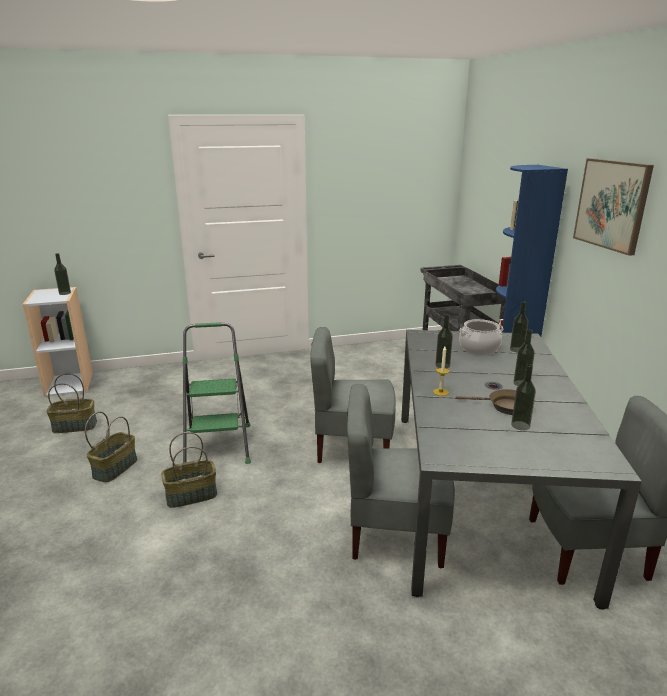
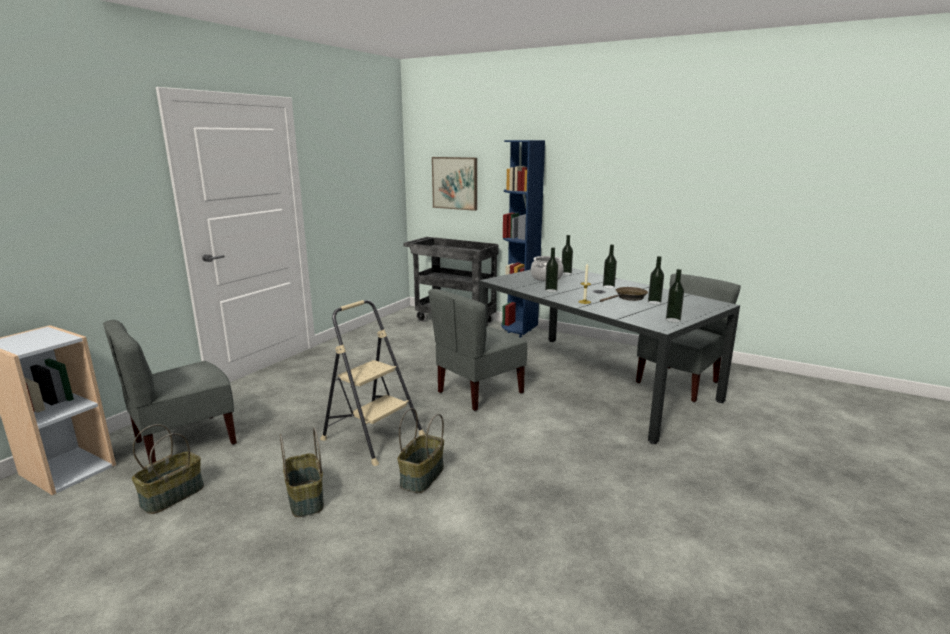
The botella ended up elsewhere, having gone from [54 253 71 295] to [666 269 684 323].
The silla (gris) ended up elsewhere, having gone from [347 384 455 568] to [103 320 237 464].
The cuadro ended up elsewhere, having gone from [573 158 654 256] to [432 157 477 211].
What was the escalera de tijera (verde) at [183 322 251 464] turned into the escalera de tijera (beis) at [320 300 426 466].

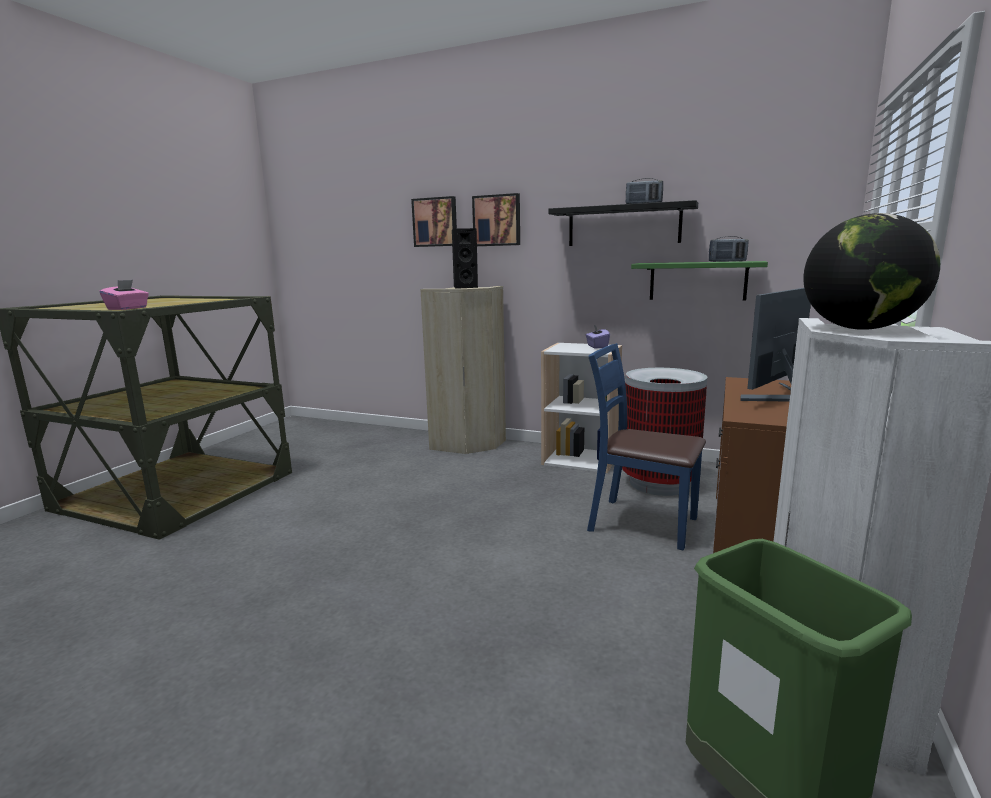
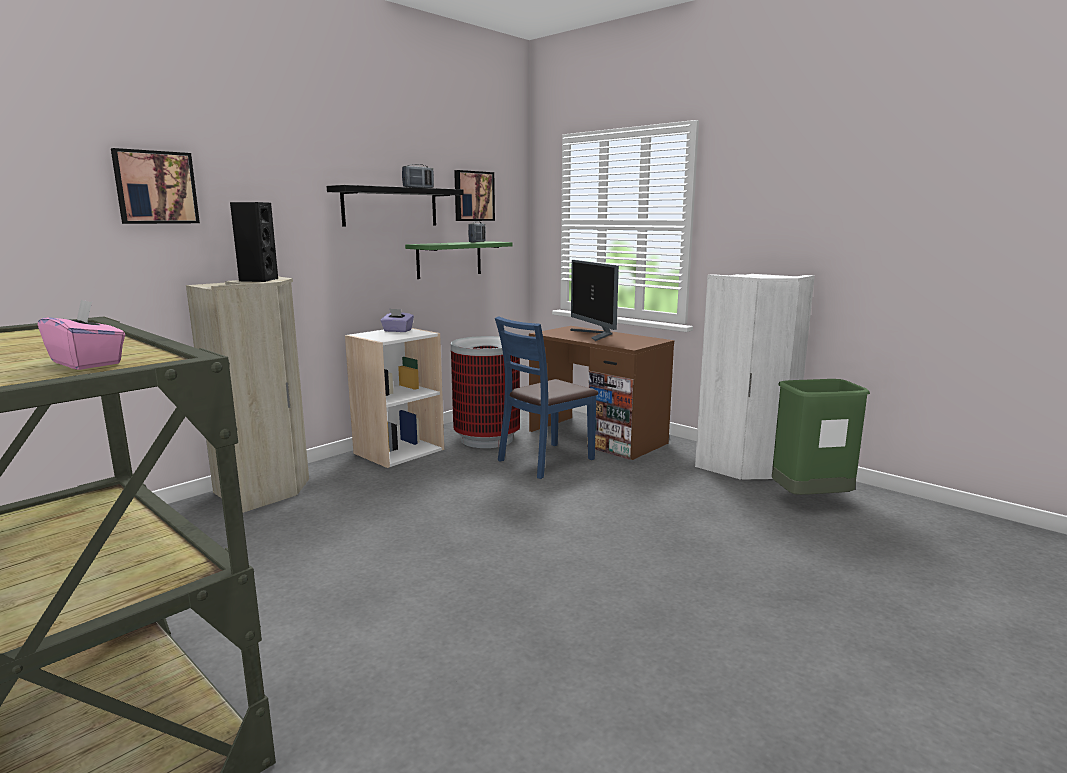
The second view lost the globo terráqueo at [803 213 940 330].
The cuadro ended up elsewhere, having gone from [472 193 520 246] to [454 170 495 221].

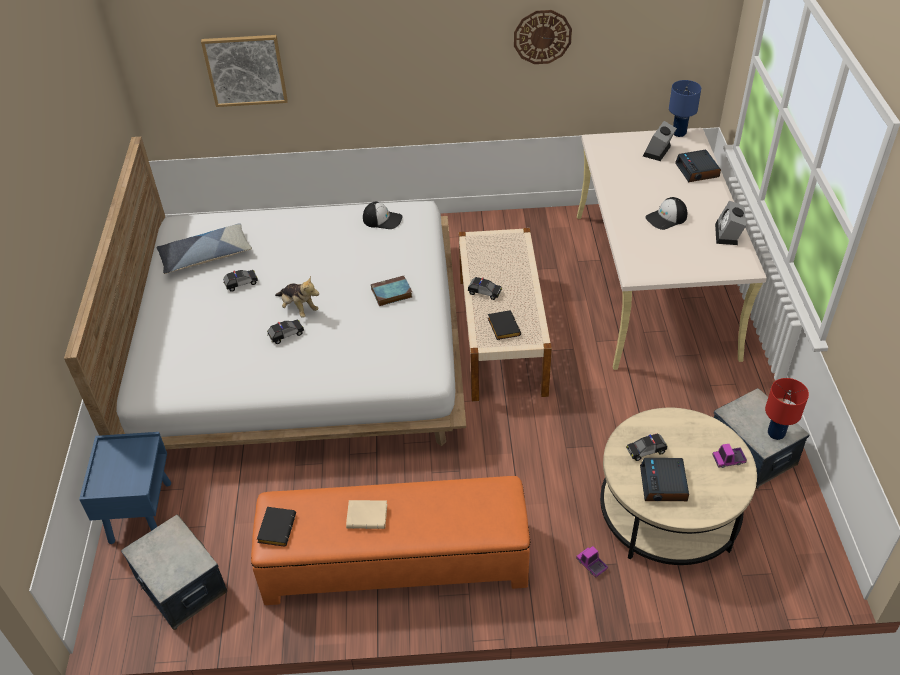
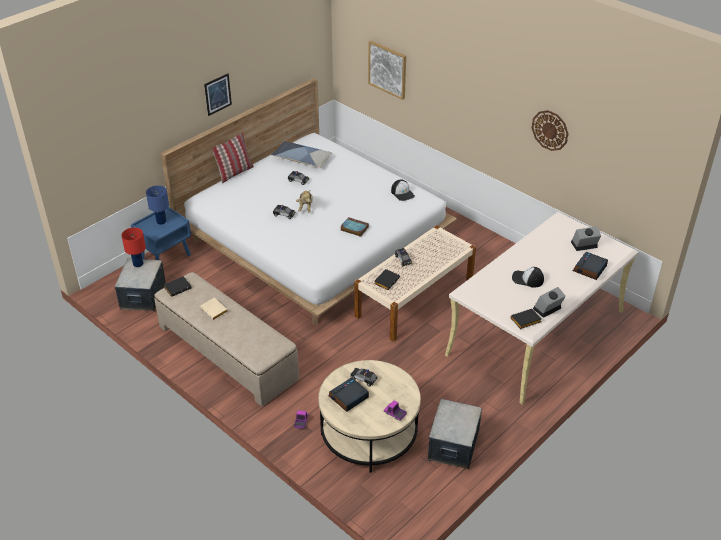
The second view gained the cuadro at [204 73 232 116].
The second view gained the cojín at [213 133 254 183].
The second view gained the libro (negro) at [511 309 541 329].
The lámpara de mesa (azul) ended up elsewhere, having gone from [669 80 701 137] to [146 185 169 225].
The lámpara de mesa (rojo) ended up elsewhere, having gone from [765 378 809 440] to [121 228 146 267].
What was the banco (naranja) at [251 476 530 605] turned into the banco (beis) at [154 272 299 406].

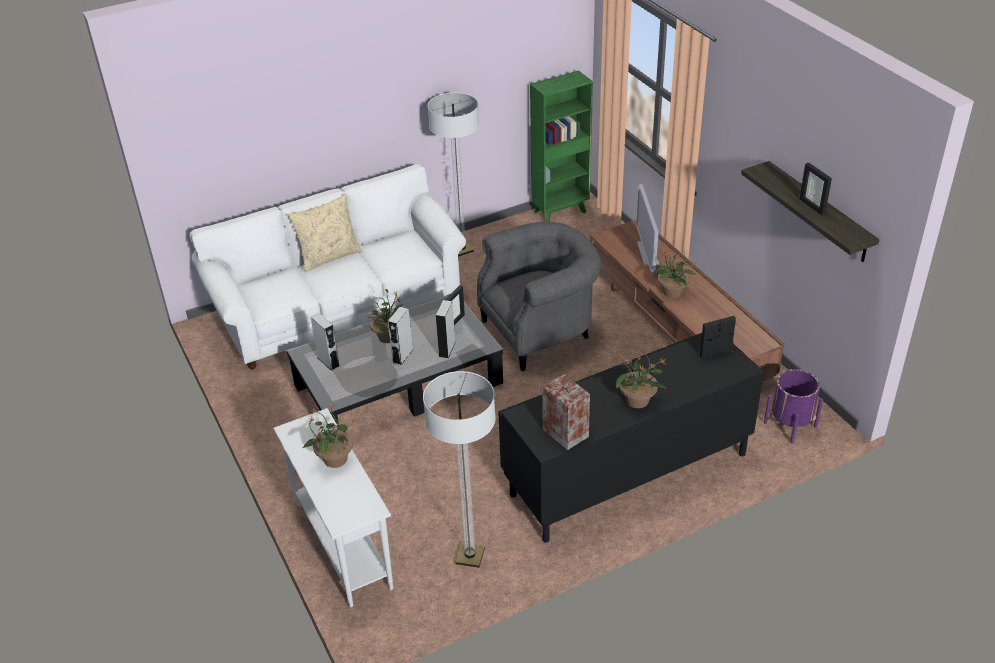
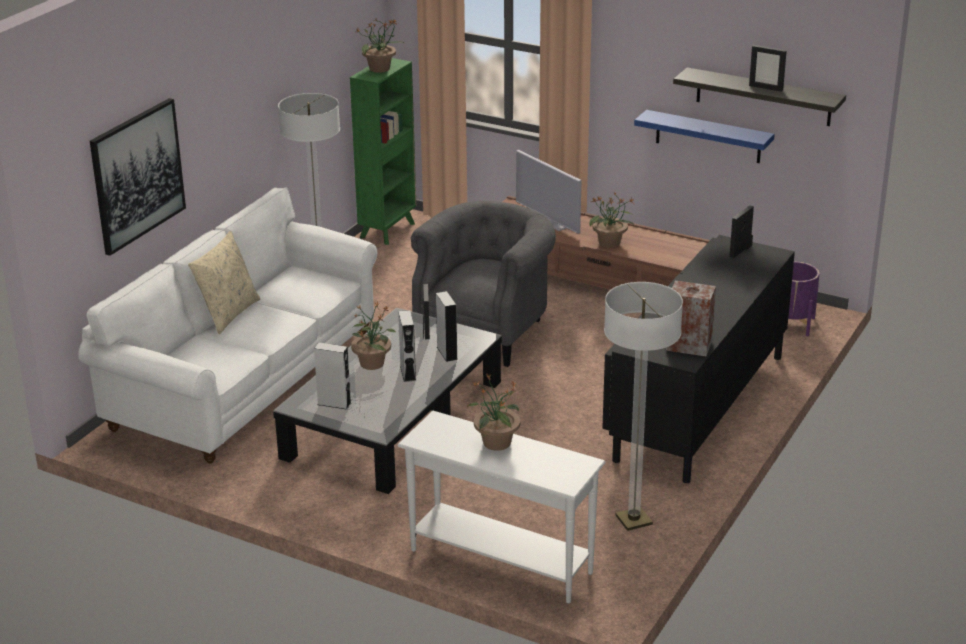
The second view gained the cuadro at [90 98 186 256].
The second view gained the estante (azul) at [634 110 775 163].
The planta en maceta ended up elsewhere, having gone from [616 350 666 408] to [355 18 404 73].

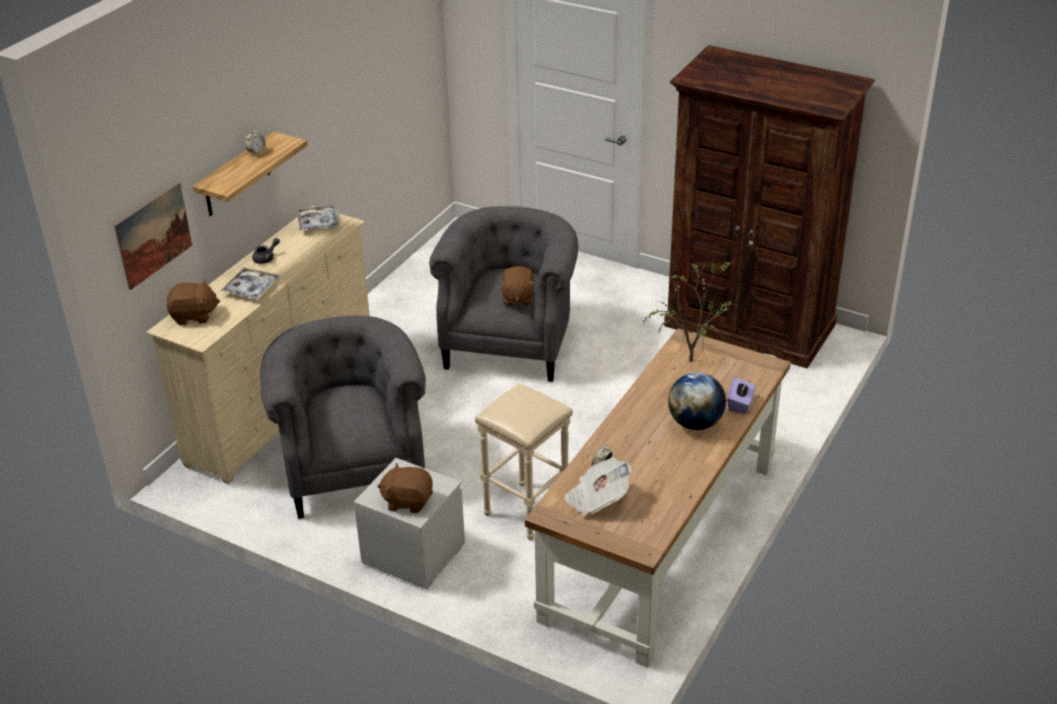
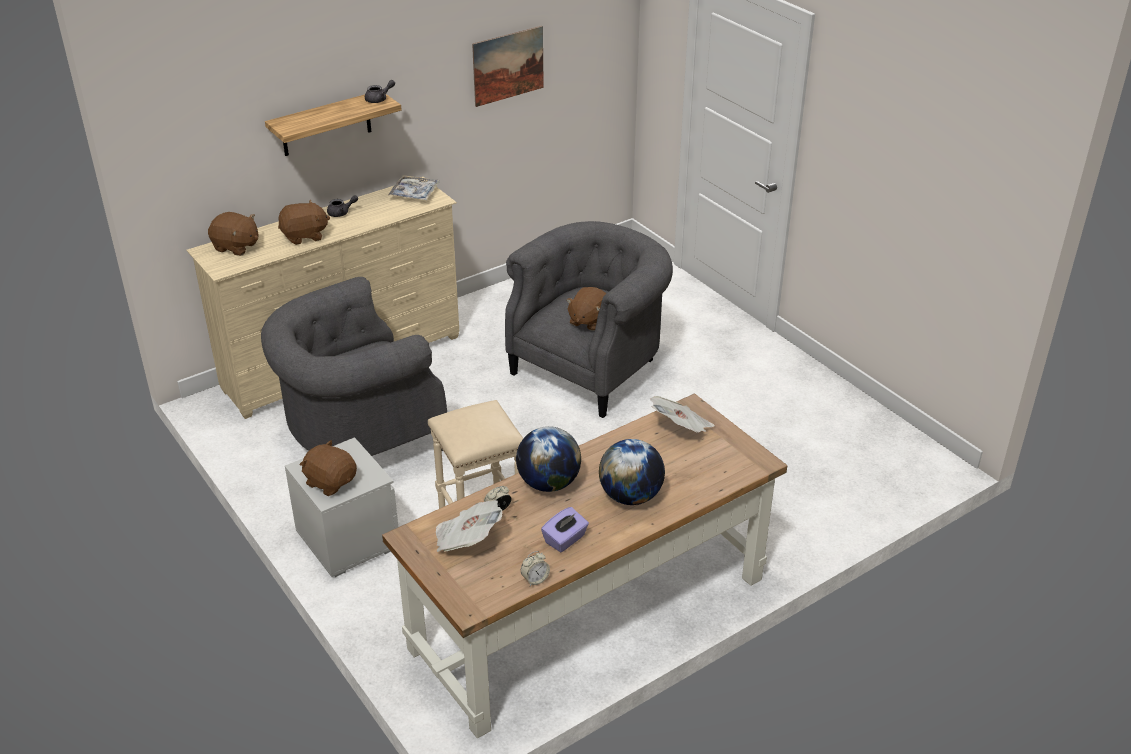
The second view lost the armario ropero (marrón) at [664 45 875 368].
The second view gained the tetera (gris) at [365 80 395 103].
The second view gained the globo terráqueo at [516 426 581 492].
The cuadro ended up elsewhere, having gone from [114 182 192 290] to [472 26 544 107].
The despertador ended up elsewhere, having gone from [245 128 266 155] to [521 551 550 586].
The caja de pañuelos (morado) ended up elsewhere, having gone from [728 377 755 414] to [541 507 589 552].
Where the bandeja stood at [221 267 280 299], the peluche (marrón) came to stand at [278 199 330 245].
Where the planta en maceta stood at [642 261 744 362], the periódico came to stand at [650 396 715 433].
The sillón (gris) at [260 316 426 519] ended up facing another way, 135 degrees counterclockwise from before.

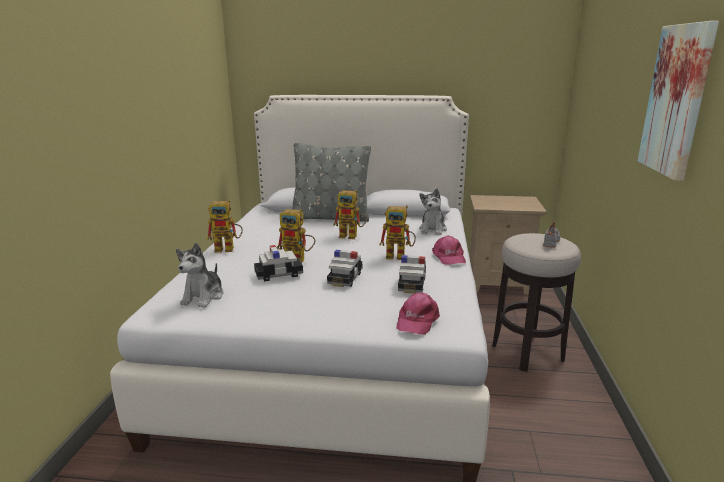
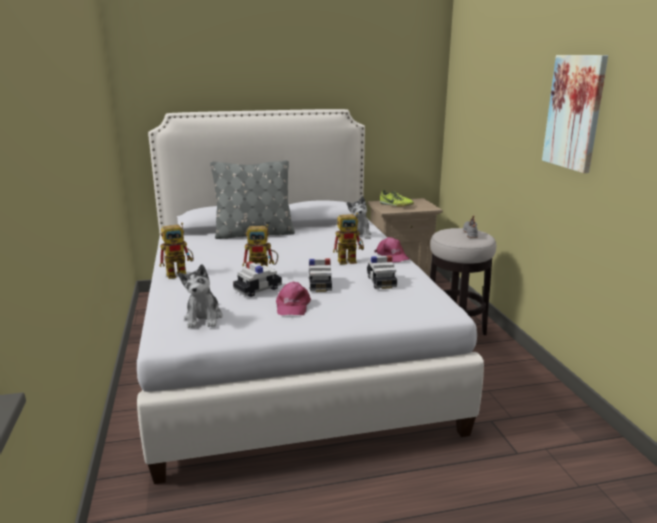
The second view lost the robot de juguete at [333 190 367 239].
The second view gained the zapato at [380 190 414 206].
The gorra (rosa) ended up elsewhere, having gone from [396 292 440 335] to [276 282 311 315].

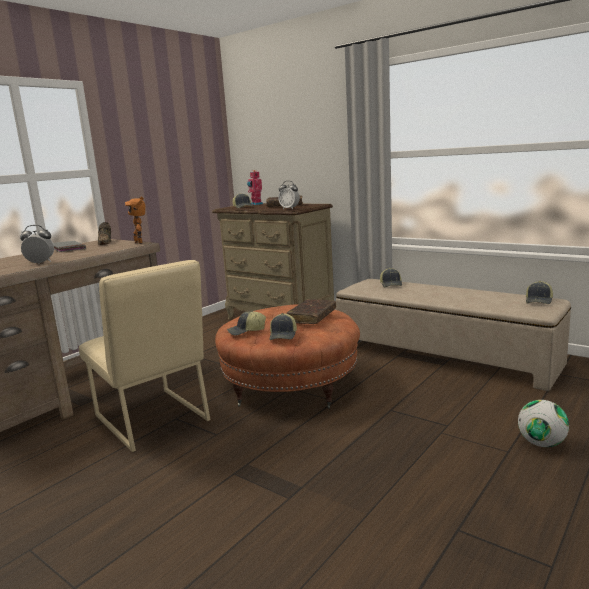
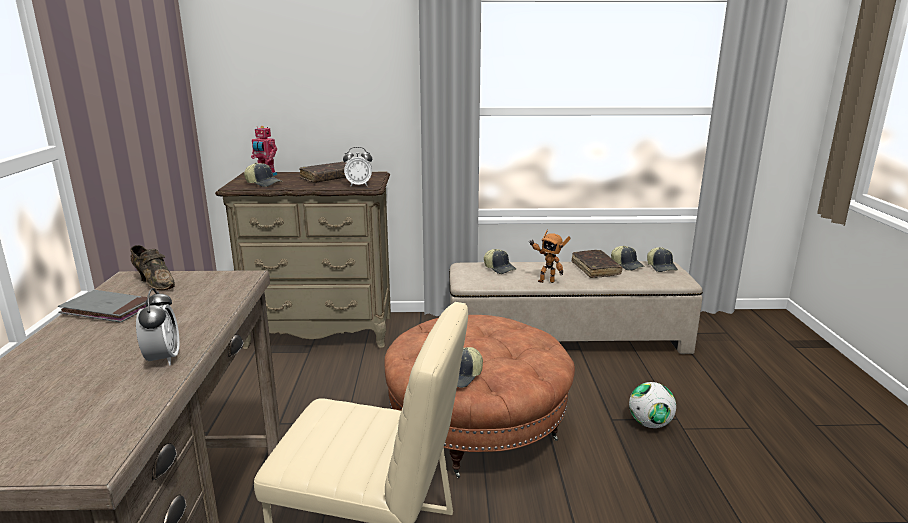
The robot de juguete ended up elsewhere, having gone from [125 197 145 244] to [529 230 571 283].
The gorra ended up elsewhere, having gone from [269 313 297 340] to [611 246 645 271].
The libro (marrón) ended up elsewhere, having gone from [286 299 336 324] to [572 250 622 278].
The balón de fútbol ended up elsewhere, having gone from [518 400 569 447] to [629 382 676 428].
The despertador at [20 225 54 264] ended up facing another way, 120 degrees clockwise from before.

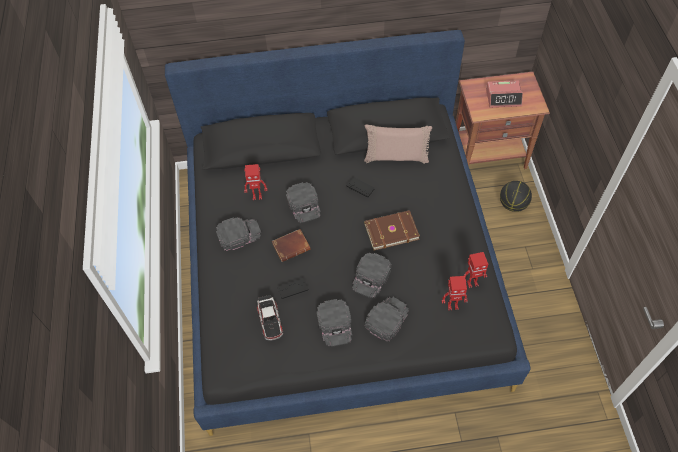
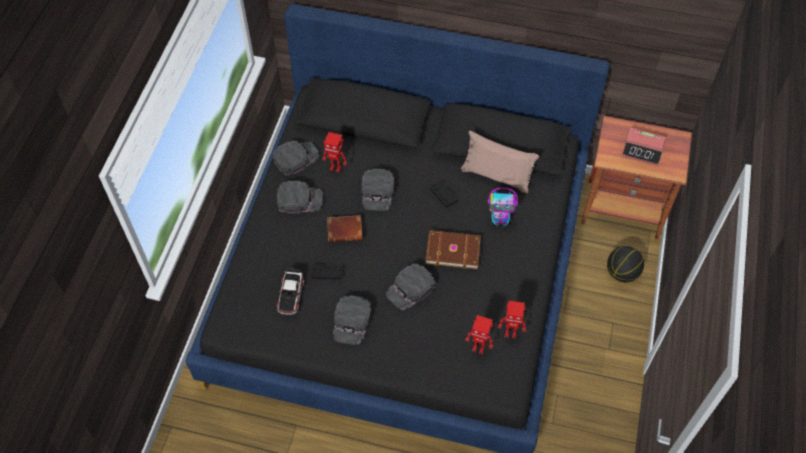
The second view gained the robot de juguete at [488 188 518 227].
The gorra (negro) ended up elsewhere, having gone from [365 297 409 341] to [272 140 320 176].

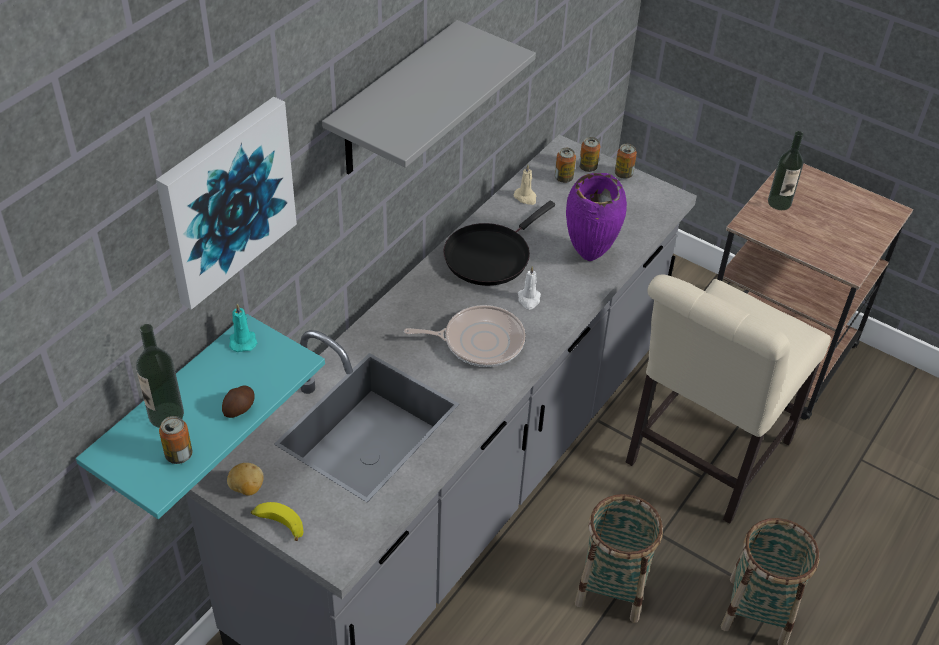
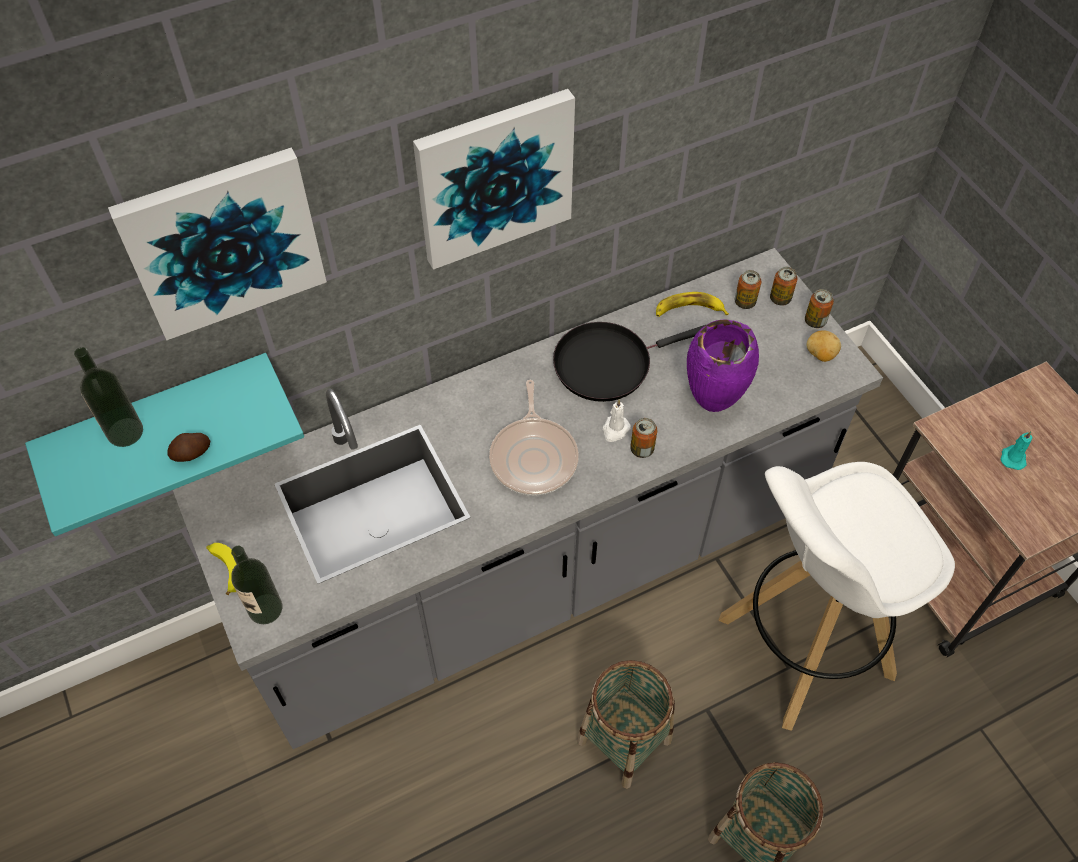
The lata ended up elsewhere, having gone from [159 416 192 464] to [630 418 657 458].
The patata ended up elsewhere, having gone from [227 463 264 496] to [807 330 841 362].
The vela (turquesa) ended up elsewhere, having gone from [229 303 257 352] to [1000 431 1033 470].
The botella ended up elsewhere, having gone from [768 131 803 210] to [231 546 282 624].
Where the estante (gris) hung at [322 20 536 174], the cuadro came to hang at [413 89 575 270].
Where the vela (beis) stood at [513 165 537 205], the plátano came to stand at [656 292 729 317].
Where the silla (beis) stood at [626 275 831 524], the taburete (blanco) came to stand at [718 462 955 731].
The sartén at [404 305 525 367] ended up facing another way, 60 degrees clockwise from before.

